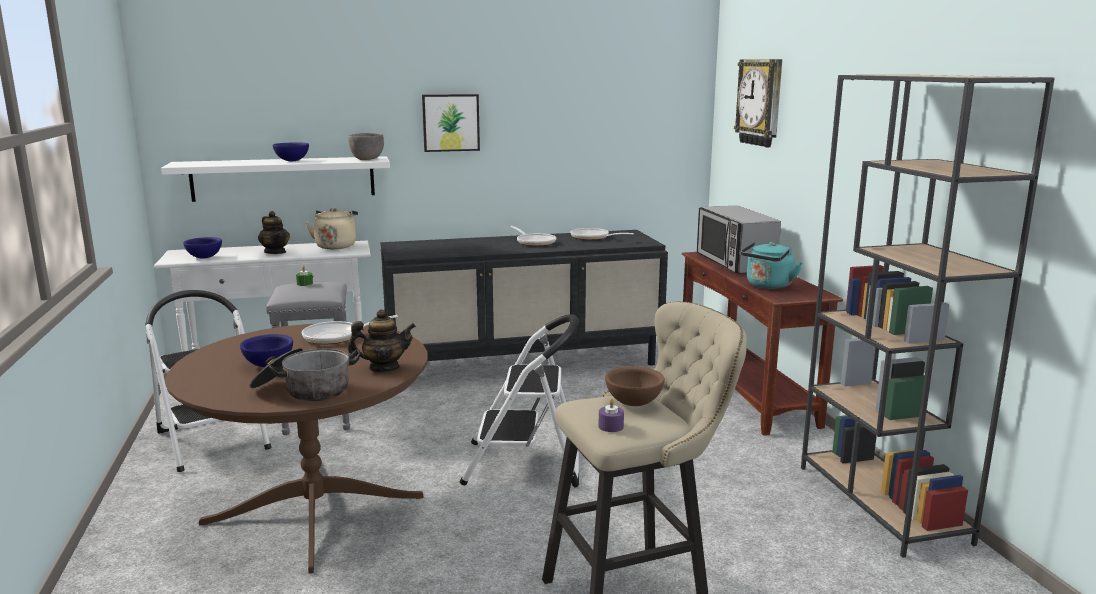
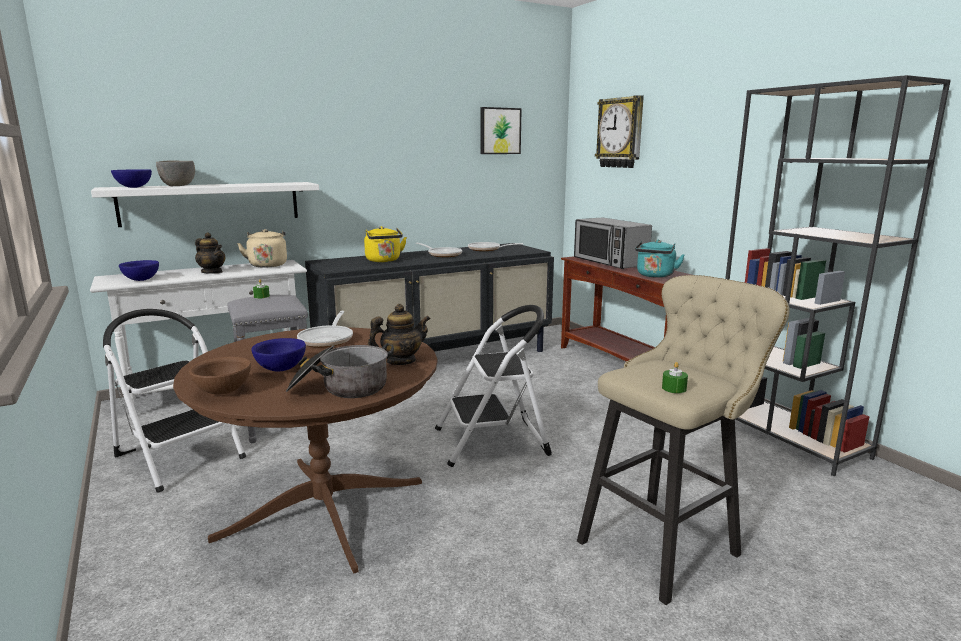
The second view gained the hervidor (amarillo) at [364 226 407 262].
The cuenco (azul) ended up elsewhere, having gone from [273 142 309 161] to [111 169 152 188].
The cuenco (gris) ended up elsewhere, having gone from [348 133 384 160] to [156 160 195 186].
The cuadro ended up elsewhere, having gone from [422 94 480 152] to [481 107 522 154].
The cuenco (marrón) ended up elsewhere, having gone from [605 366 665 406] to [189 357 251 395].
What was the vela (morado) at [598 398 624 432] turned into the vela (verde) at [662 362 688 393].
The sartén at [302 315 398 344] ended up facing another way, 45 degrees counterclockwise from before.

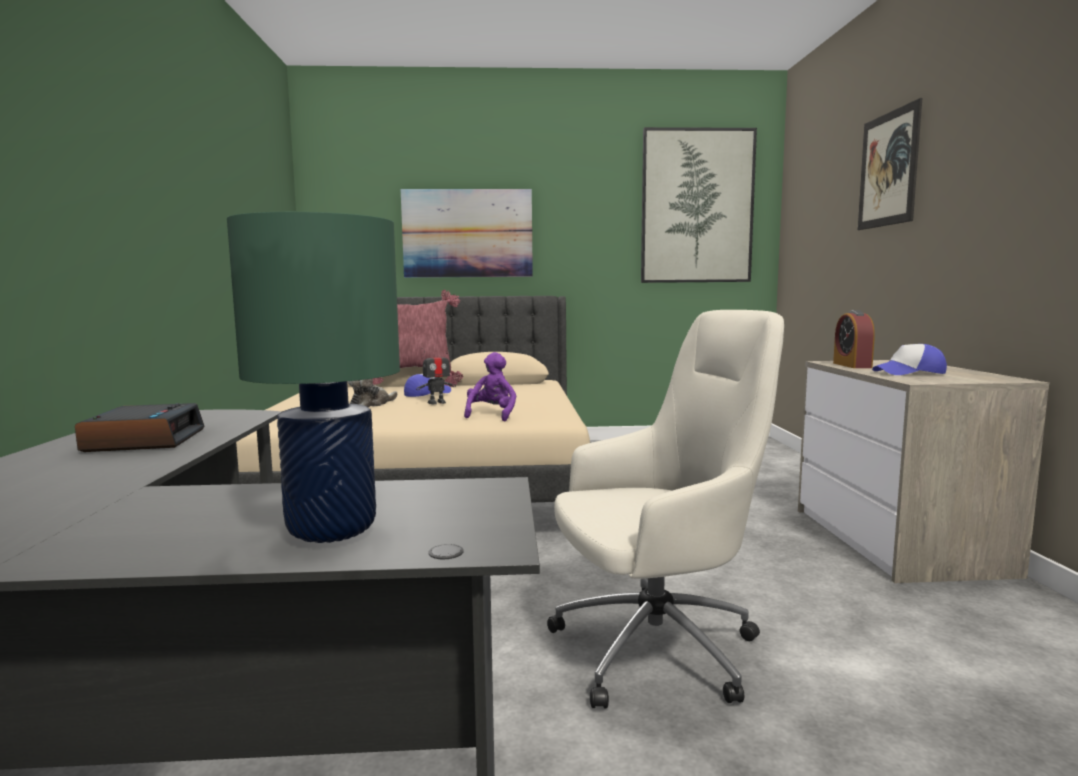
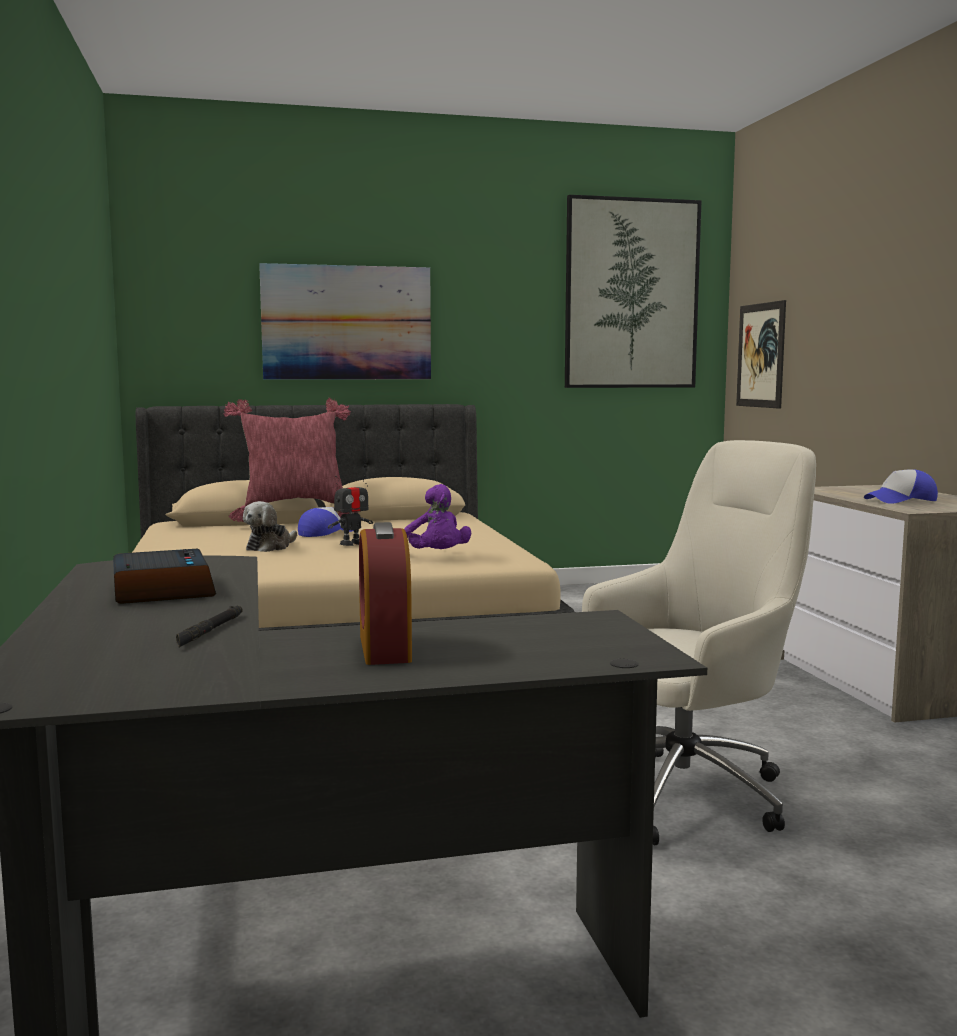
The second view lost the lámpara de mesa (verde) at [227 212 400 543].
The second view gained the linterna (negro) at [176 605 243 647].
The despertador ended up elsewhere, having gone from [833 310 875 368] to [359 522 412 665].
The cuadro ended up elsewhere, having gone from [858 98 922 230] to [736 300 786 409].
The peluche (morado) at [464 352 516 421] ended up facing another way, 150 degrees clockwise from before.

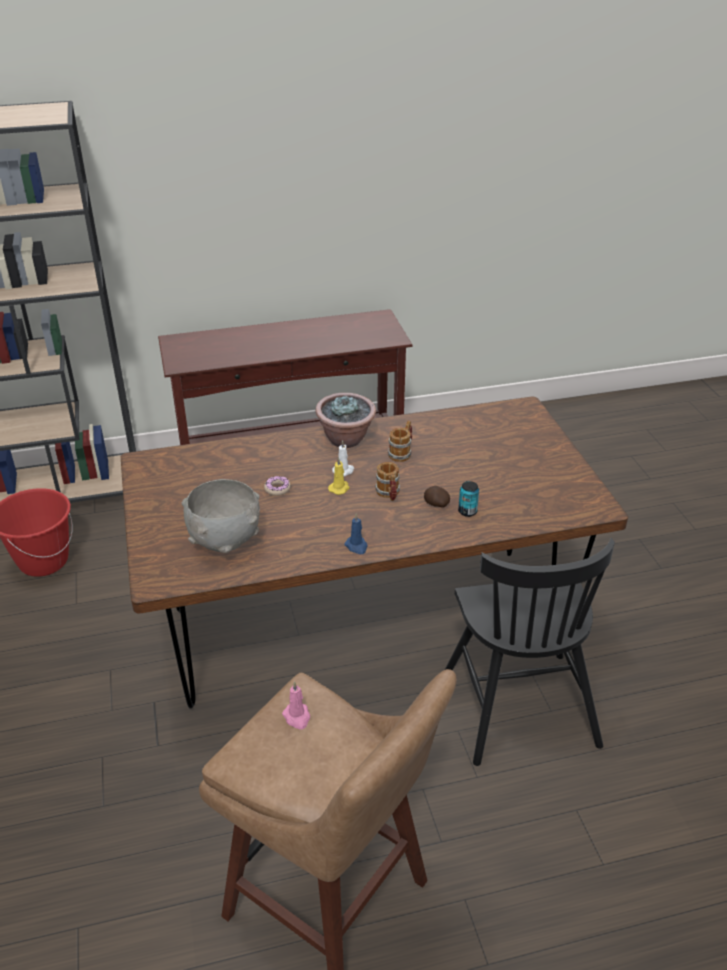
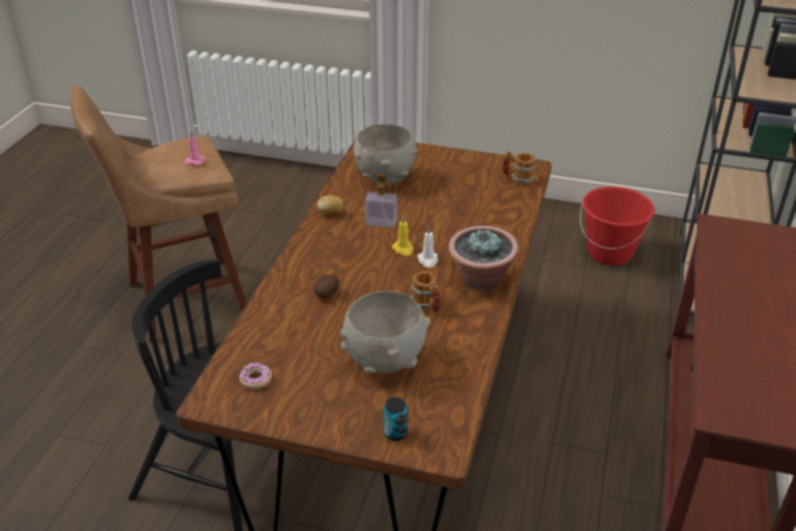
The second view lost the vela (azul) at [344 513 368 554].
The second view gained the patata at [318 195 343 215].
The second view gained the cuenco (gris) at [340 291 431 374].
The second view gained the dispensador de jabón at [365 174 397 228].
The rosquilla ended up elsewhere, having gone from [264 476 291 496] to [239 363 272 389].
The taza grande ended up elsewhere, having gone from [375 462 400 501] to [502 151 536 185].
The lata ended up elsewhere, having gone from [458 481 479 517] to [383 397 408 441].

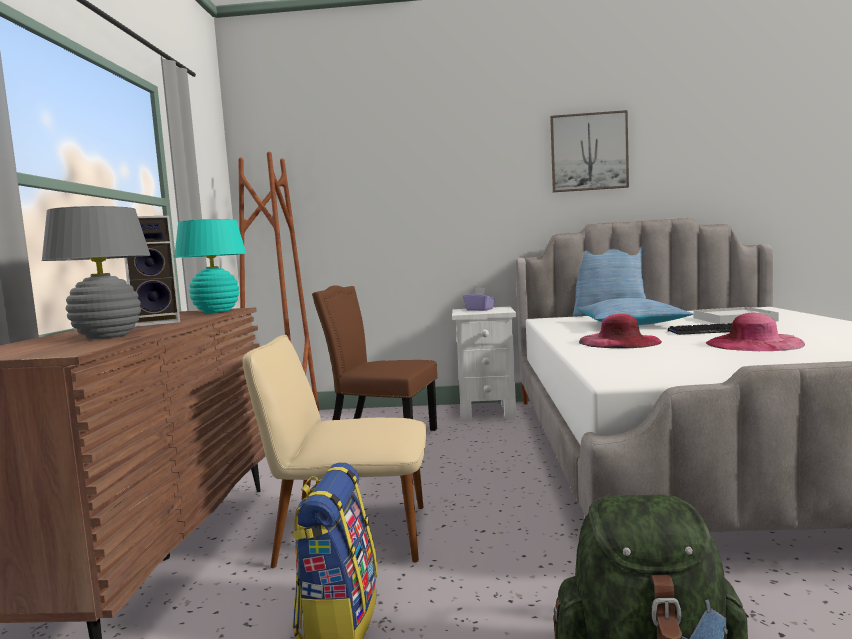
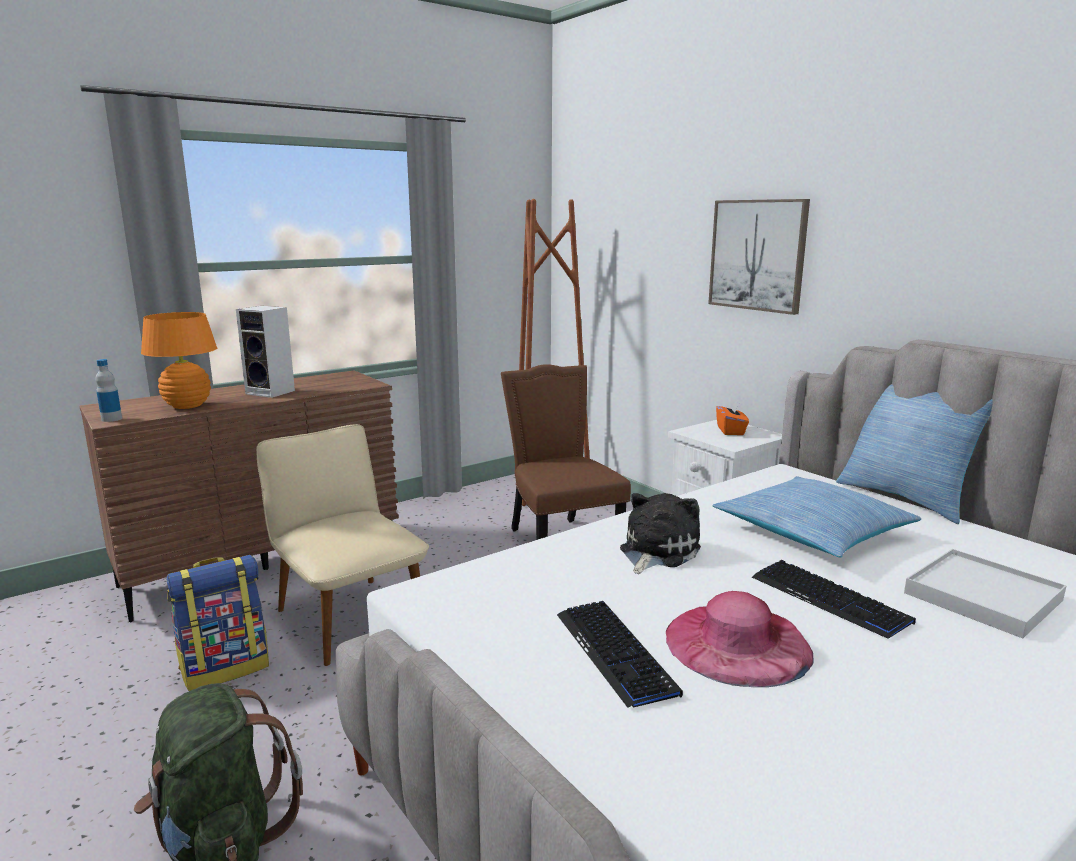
The second view lost the lámpara de mesa (turquesa) at [174 219 247 313].
The second view gained the botella at [95 359 122 422].
The second view gained the teclado at [557 601 683 708].
The cuadro ended up elsewhere, having gone from [550 110 629 192] to [708 199 810 315].
Where the sombrero (rosa) stood at [579 313 662 348], the peluche came to stand at [620 493 701 574].
What was the lámpara de mesa (gris) at [42 206 151 339] turned into the lámpara de mesa (naranja) at [141 312 217 409].
What was the caja de pañuelos (morado) at [463 288 495 311] turned into the caja de pañuelos (naranja) at [716 401 749 435].

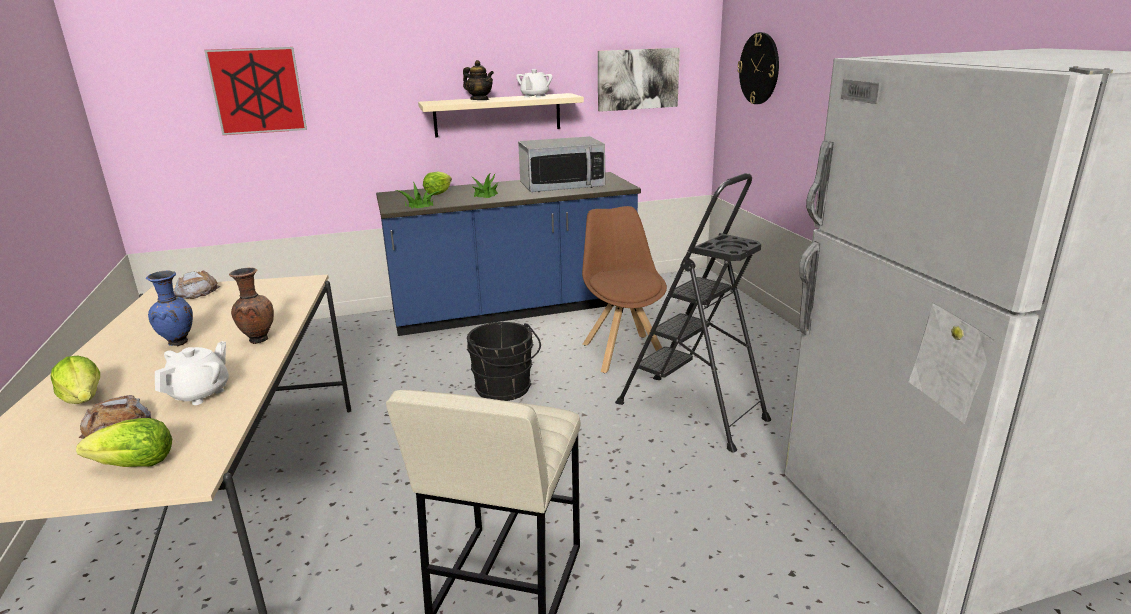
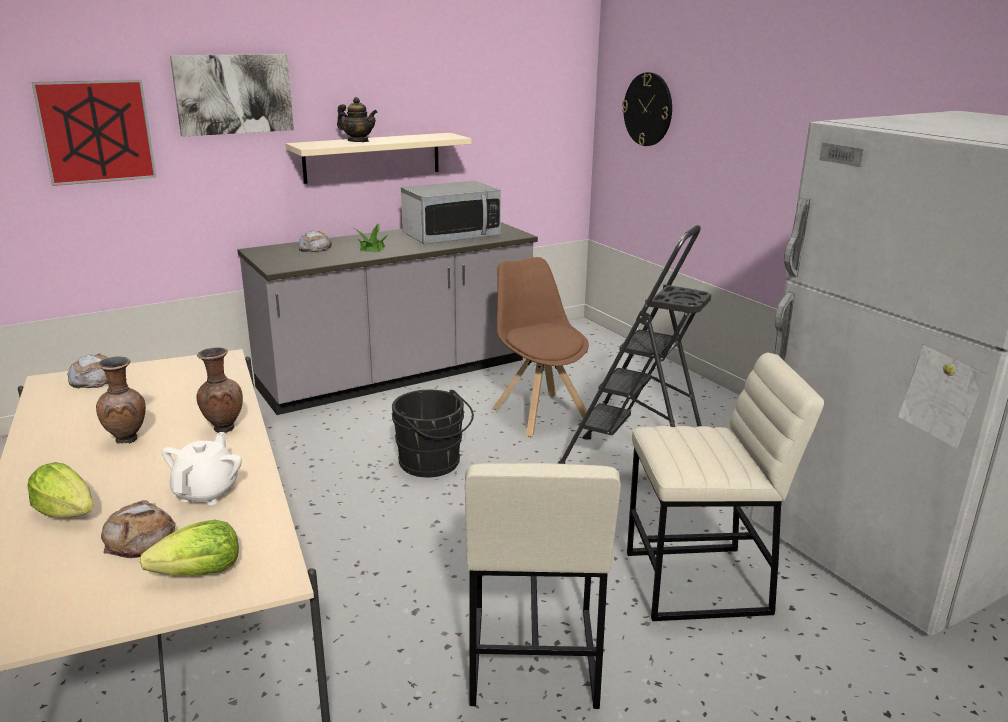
The second view lost the planta en maceta at [396 182 439 209].
The second view lost the tetera (blanco) at [516 69 553 98].
The second view gained the silla (beis) at [627 352 824 621].
The cuadro ended up elsewhere, having gone from [598 48 680 112] to [170 54 294 137].
Where the lechuga stood at [423 171 452 195], the pan came to stand at [298 231 332 252].
What was the florero (azul) at [146 271 193 346] turned into the florero (marrón) at [96 356 146 444].
What was the mueble bajo de cocina (azul) at [376 172 641 336] turned into the mueble bajo de cocina (gris) at [237 222 538 415].

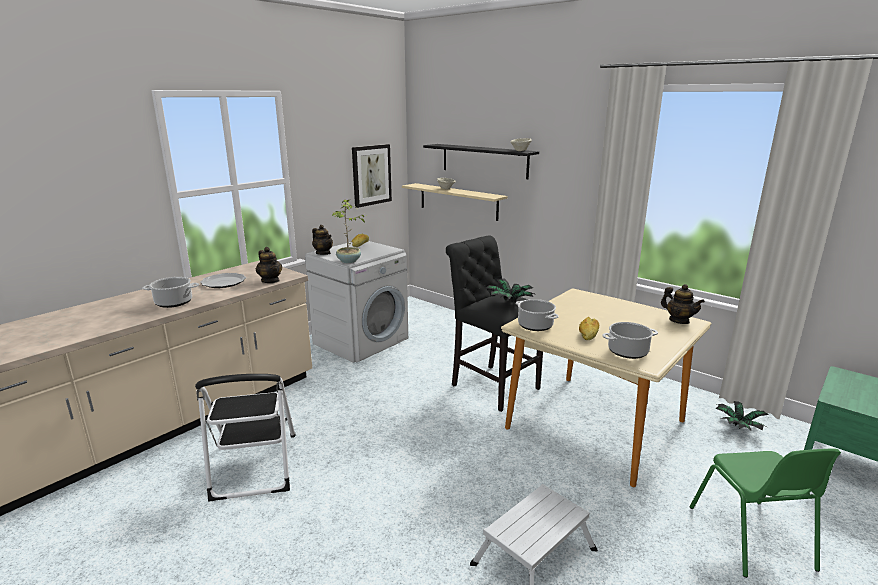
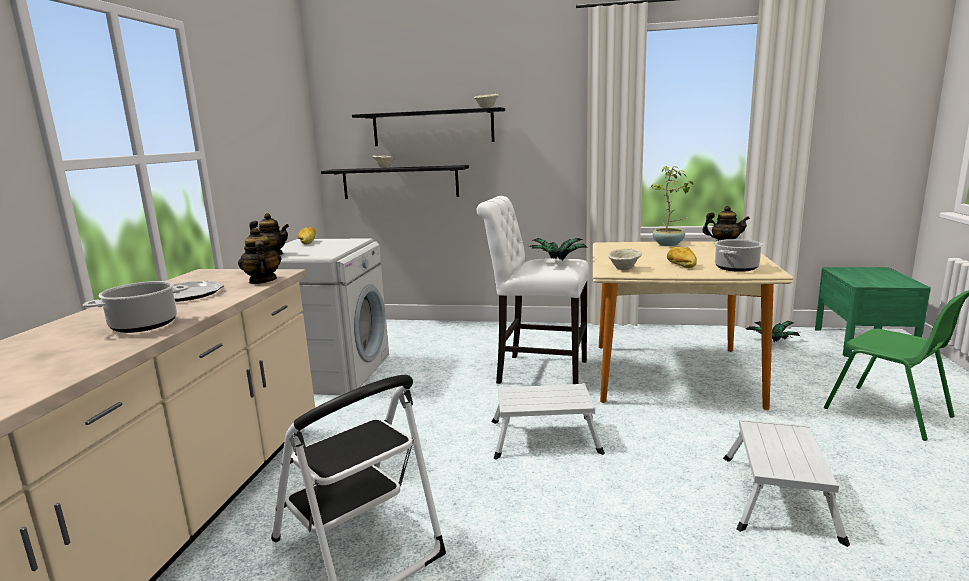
The second view lost the cuadro at [352 144 392 208].
The second view gained the escalera de tijera (blanco) at [492 383 605 460].
The planta en maceta ended up elsewhere, having gone from [332 199 367 263] to [650 166 693 246].
Where the olla stood at [516 299 559 331], the cuenco (beis) came to stand at [608 248 642 270].
What was the estante (beis) at [402 183 507 221] turned into the estante (negro) at [321 165 469 199].
What was the taburete (negro) at [446 235 543 412] turned into the taburete (blanco) at [477 196 589 384].
The tetera at [256 247 282 283] ended up facing another way, 135 degrees counterclockwise from before.

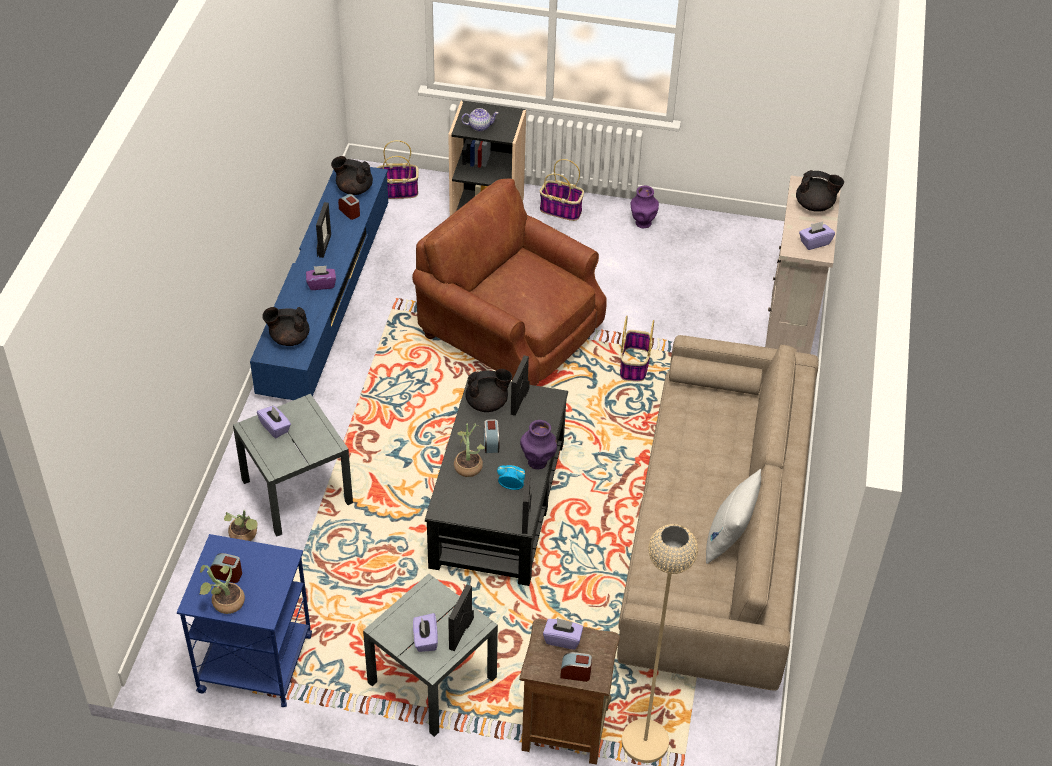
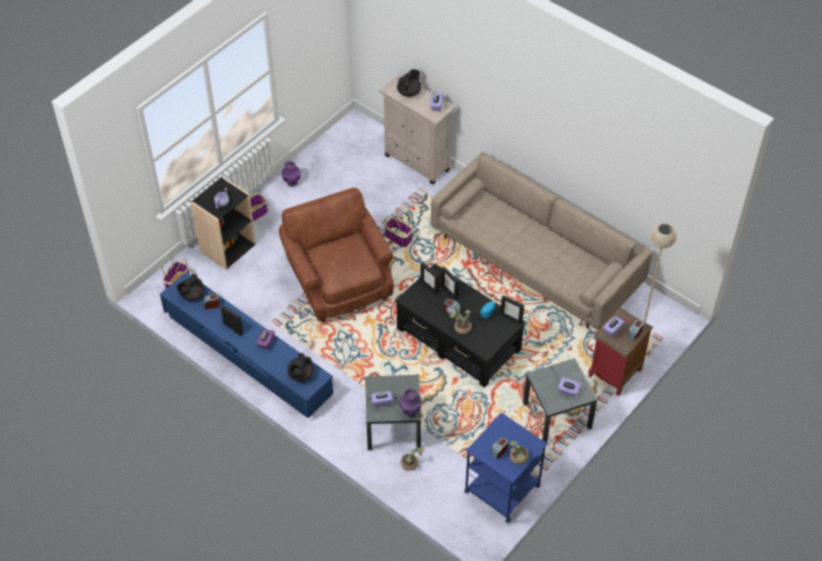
The second view lost the tetera (negro) at [465 369 512 412].
The second view lost the cojín (gris) at [706 469 761 564].
The portarretratos ended up elsewhere, having gone from [448 584 474 651] to [441 266 459 300].
The florero (morado) ended up elsewhere, having gone from [520 420 557 469] to [399 388 422 418].
What was the mesita de noche (beis) at [519 619 620 765] turned into the mesita de noche (rojo) at [589 308 653 396].
The sillón (marrón) at [412 178 607 386] ended up facing another way, 90 degrees clockwise from before.

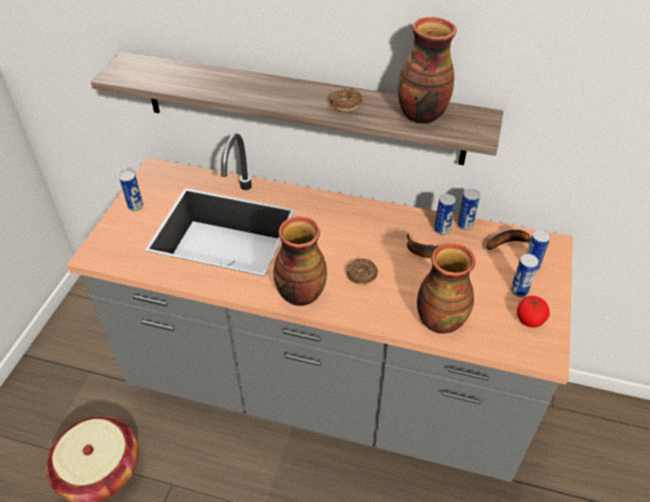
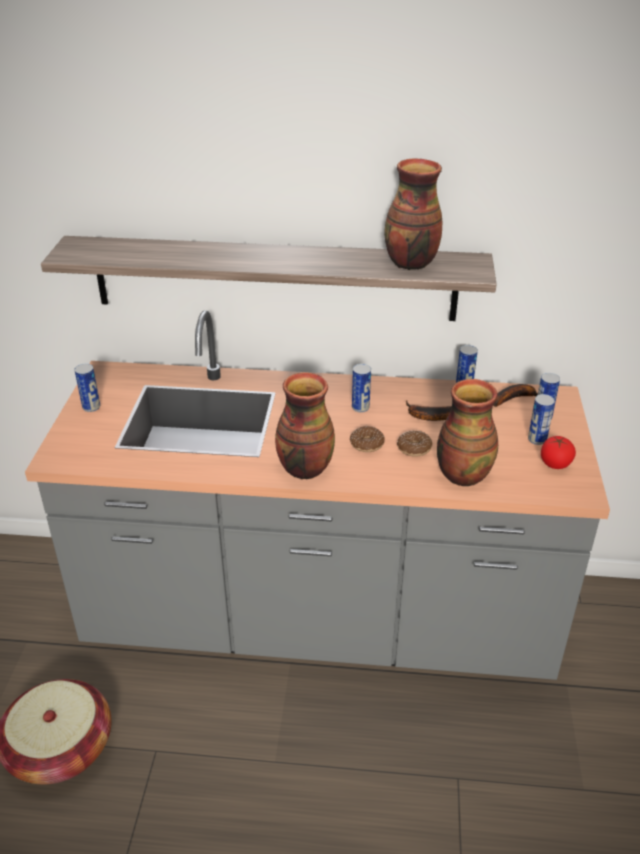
The rosquilla ended up elsewhere, having gone from [329 88 362 112] to [397 431 432 457].
The lata ended up elsewhere, having gone from [434 194 456 235] to [352 364 371 412].

